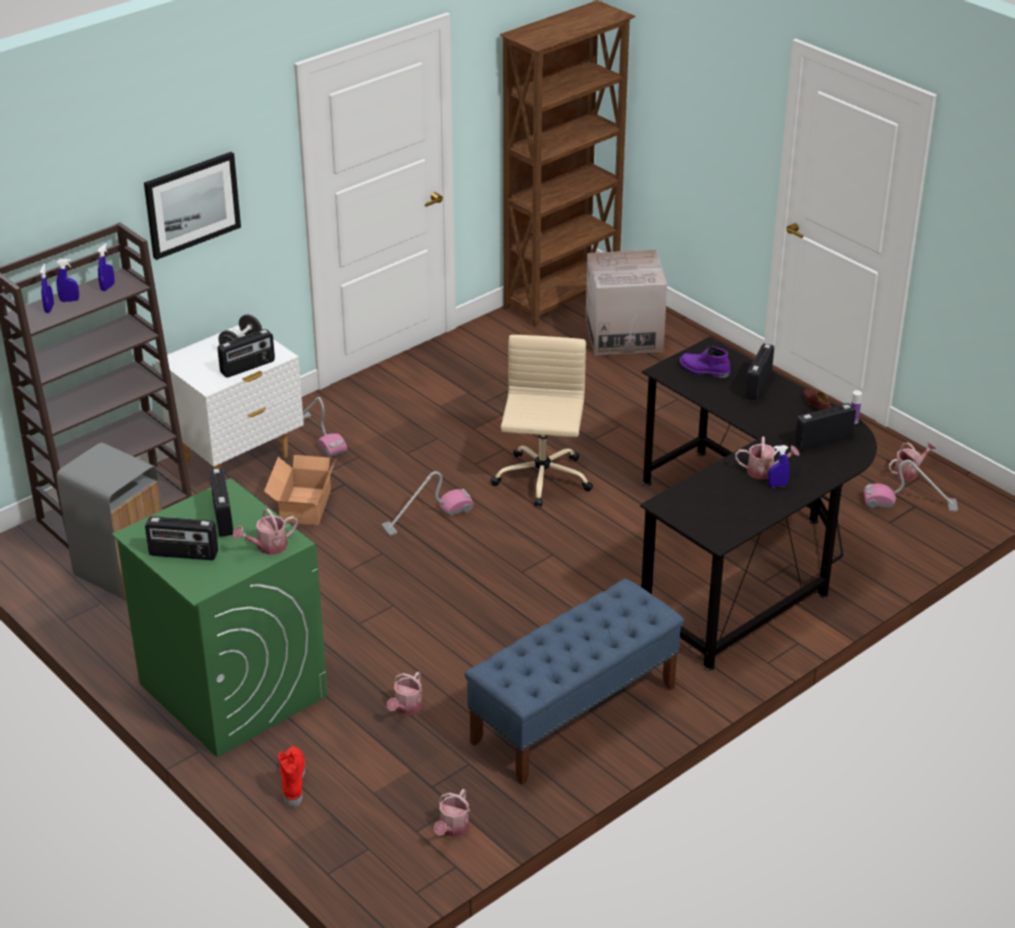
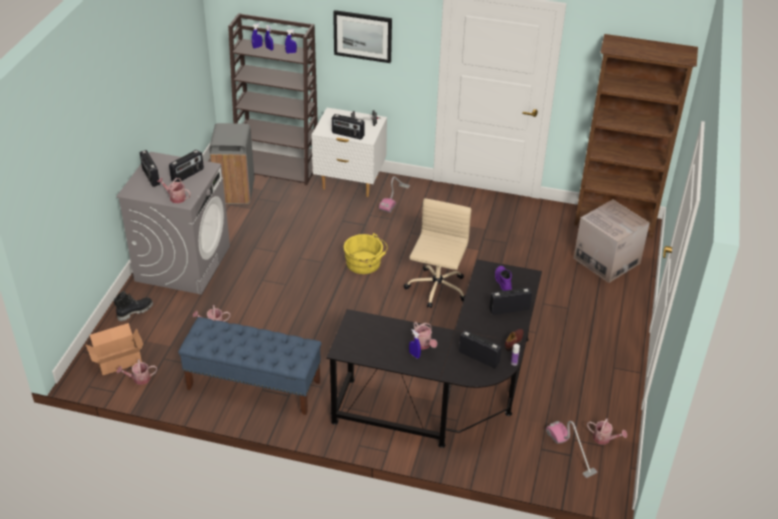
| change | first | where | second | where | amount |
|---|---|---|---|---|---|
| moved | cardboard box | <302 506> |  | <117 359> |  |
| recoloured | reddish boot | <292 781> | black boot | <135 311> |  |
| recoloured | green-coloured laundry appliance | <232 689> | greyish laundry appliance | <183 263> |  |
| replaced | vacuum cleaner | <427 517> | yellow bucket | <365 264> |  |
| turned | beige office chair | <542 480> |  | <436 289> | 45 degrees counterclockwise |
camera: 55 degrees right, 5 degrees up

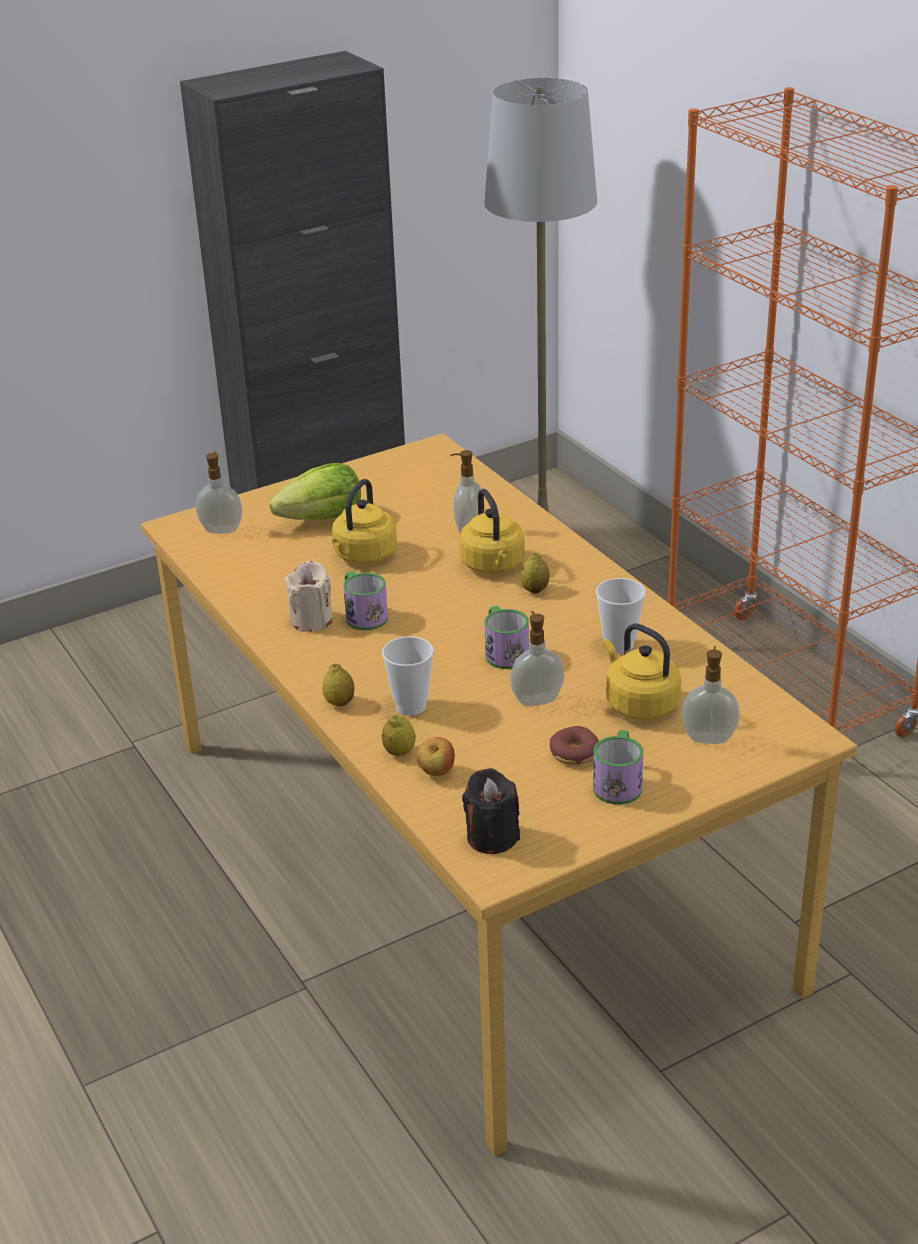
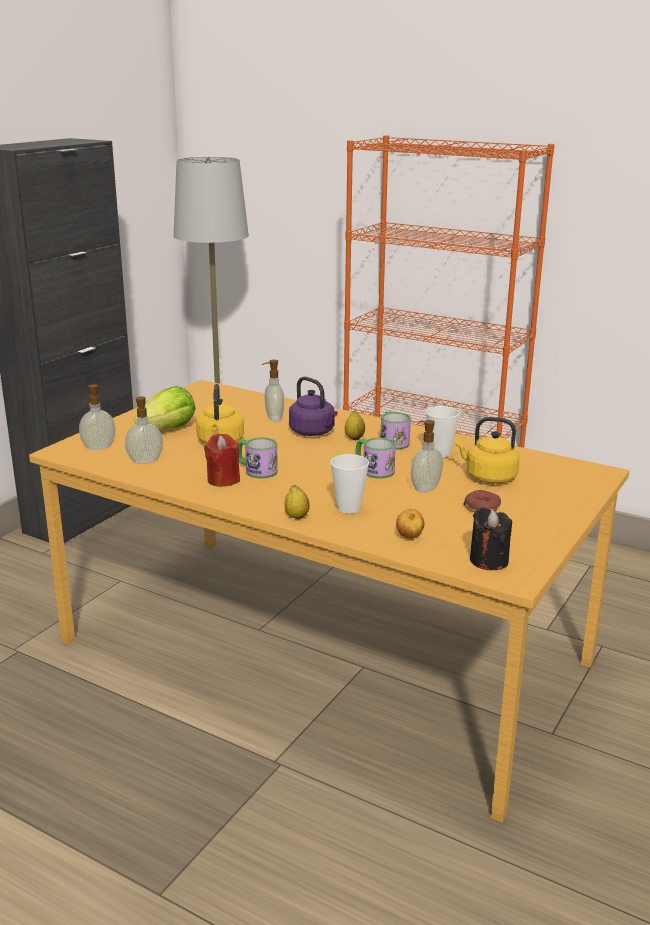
| change | first | where | second | where | amount |
|---|---|---|---|---|---|
| moved | soap bottle | <709 737> |  | <145 461> |  |
| recoloured | beige wax candle | <311 620> | reddish wax candle | <223 480> |  |
| recoloured | yellow water kettle | <493 566> | purplish water kettle | <313 432> |  |
| moved | mug | <618 782> |  | <392 442> |  |
| removed | lemon | <399 752> |  |  |  |
camera: 30 degrees left, 10 degrees down

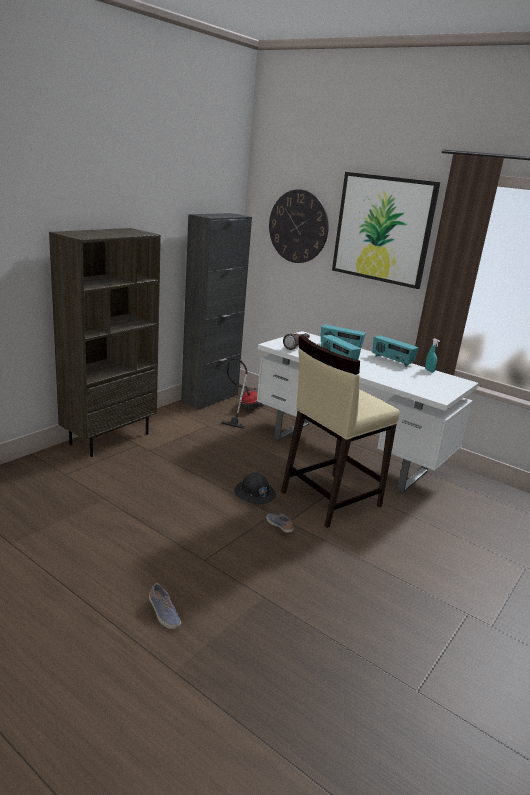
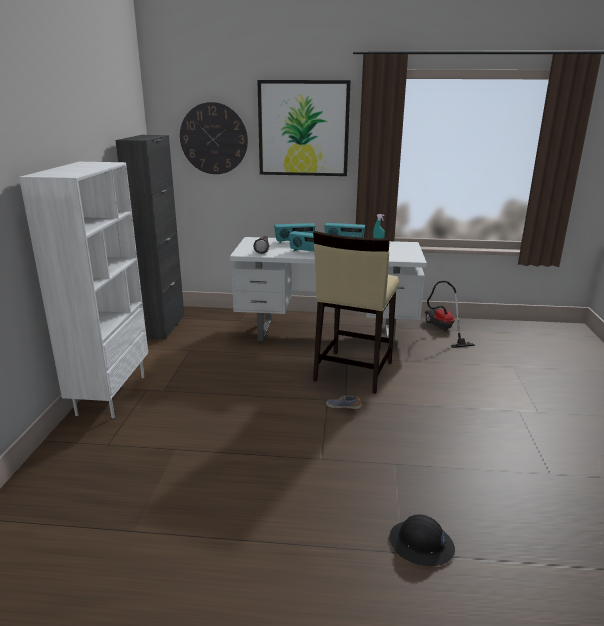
| change | first | where | second | where | amount |
|---|---|---|---|---|---|
| recoloured | brown-coloured shelving unit | <109 438> | white-coloured shelving unit | <111 394> |  |
| moved | black work helmet | <254 493> |  | <421 544> |  |
| moved | vacuum cleaner | <244 410> |  | <442 330> |  |
| removed | shoe | <163 614> |  |  |  |
camera: 30 degrees left, 0 degrees up

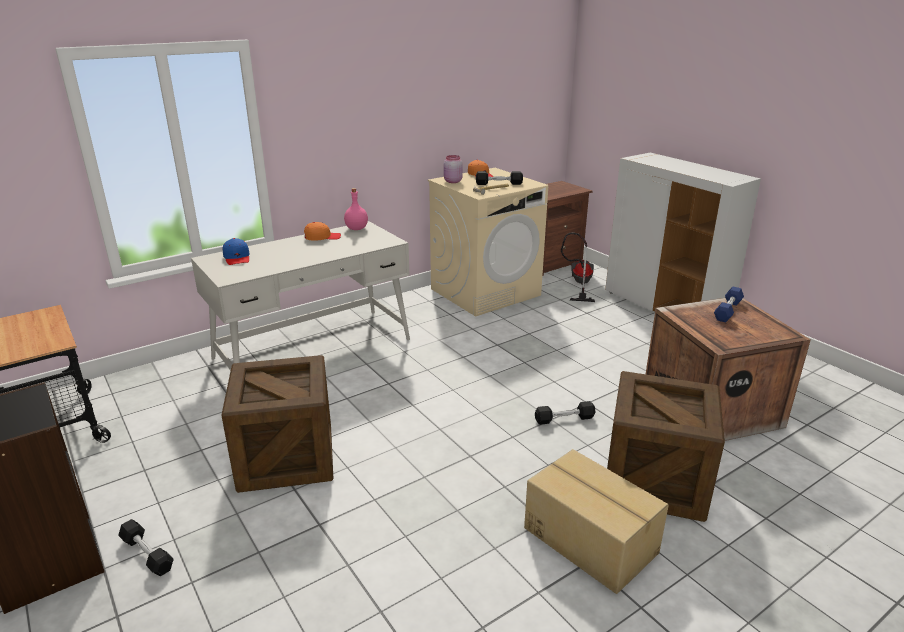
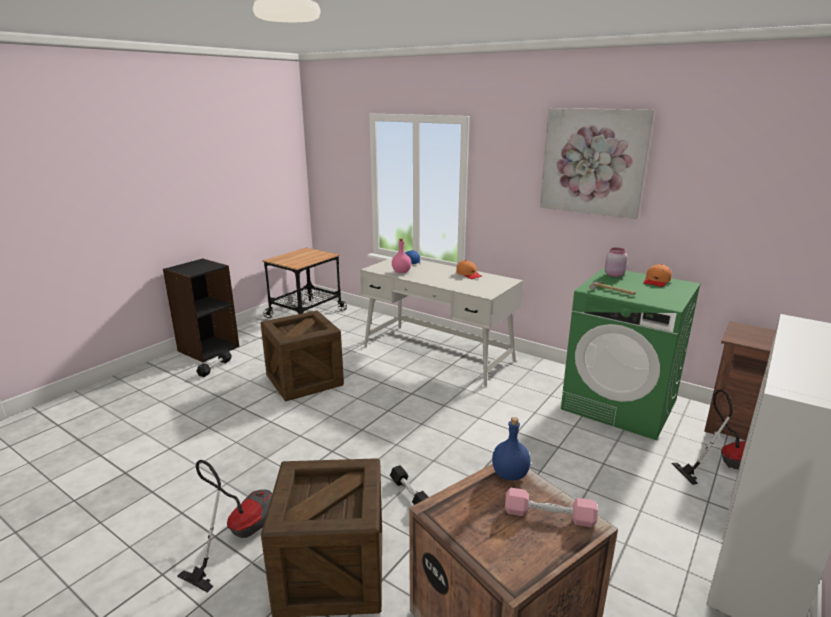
| change | first | where | second | where | amount |
|---|---|---|---|---|---|
| replaced | cardboard box | <590 539> | vacuum cleaner | <240 534> |  |
| moved | pink bottle | <356 228> |  | <401 272> |  |
| added |  |  | blue-coloured bottle | <510 475> |  |
| recoloured | blue-coloured free weight | <727 310> | pink free weight | <549 516> |  |
| added |  |  | wall picture | <593 162> |  |
| recoloured | beige laundry appliance | <485 292> | green-coloured laundry appliance | <620 405> |  |
| removed | black free weight | <499 184> |  |  |  |
camera: 70 degrees right, 5 degrees down

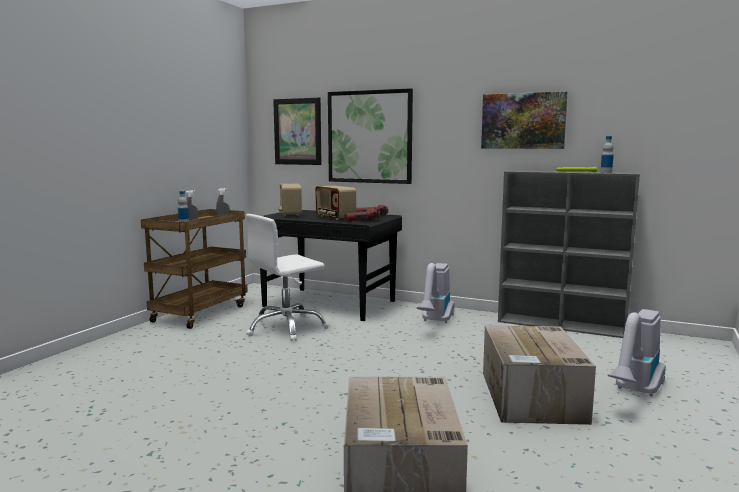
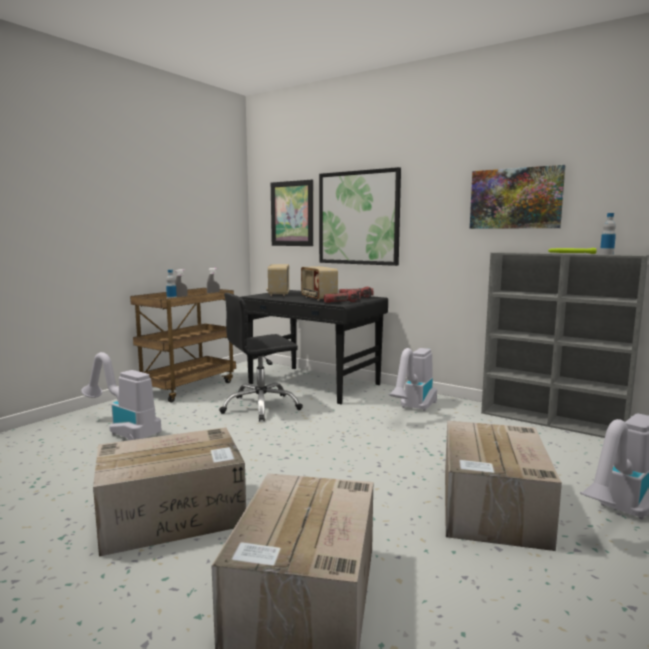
| change | first | where | second | where | amount |
|---|---|---|---|---|---|
| added |  |  | vacuum cleaner | <123 430> |  |
| added |  |  | cardboard box | <174 513> |  |
| recoloured | white-coloured office chair | <286 328> | black office chair | <261 407> |  |
camera: 10 degrees right, 0 degrees up

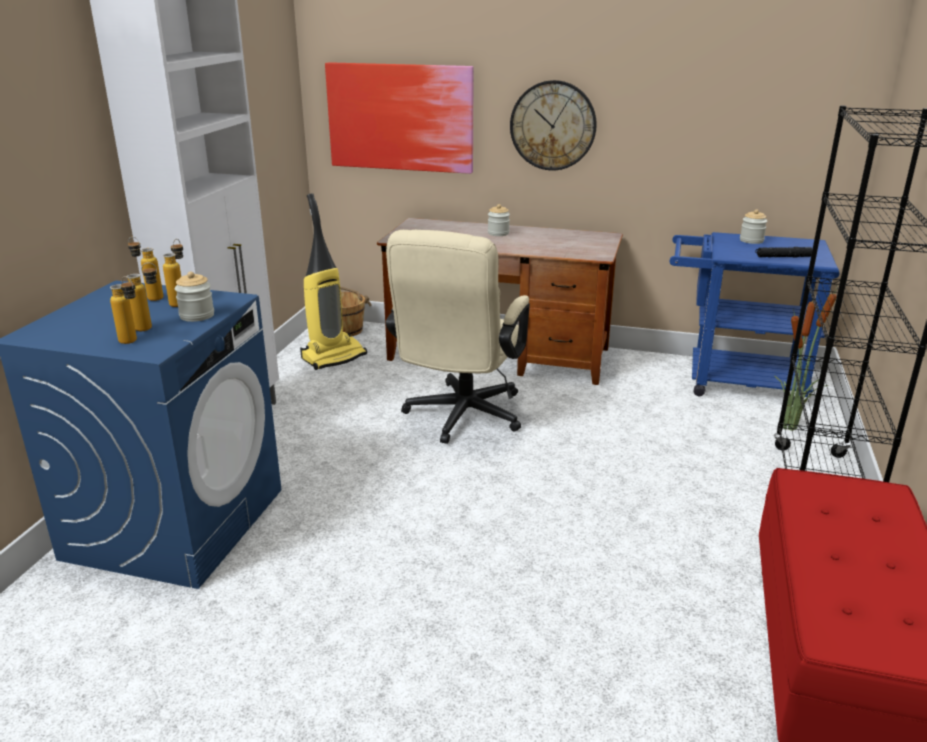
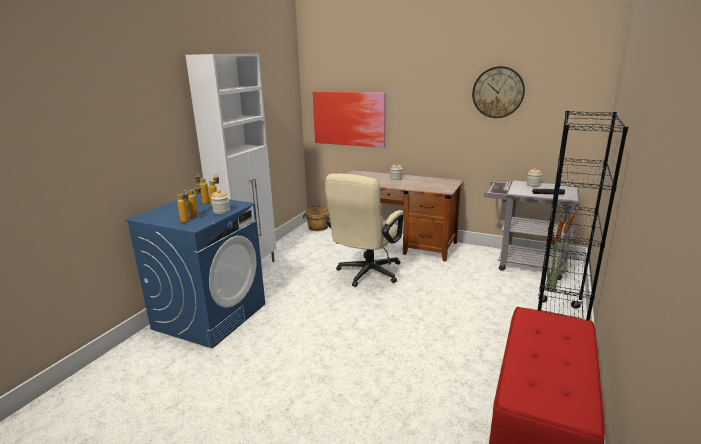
| change | first | where | second | where | amount |
|---|---|---|---|---|---|
| moved | wall clock | <553 125> |  | <498 92> |  |
| recoloured | blue-coloured wheeled cart | <733 381> | greyish wheeled cart | <524 263> |  |
| removed | vacuum cleaner | <334 357> |  |  |  |
camera: 10 degrees right, 5 degrees down

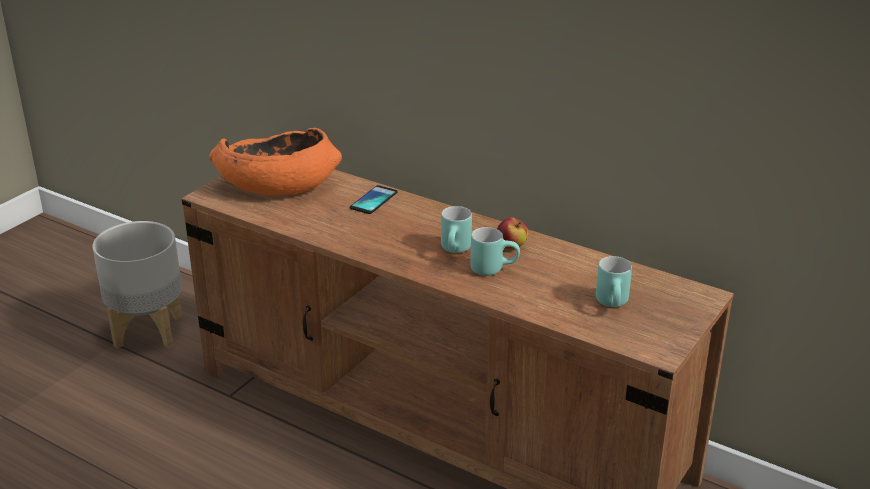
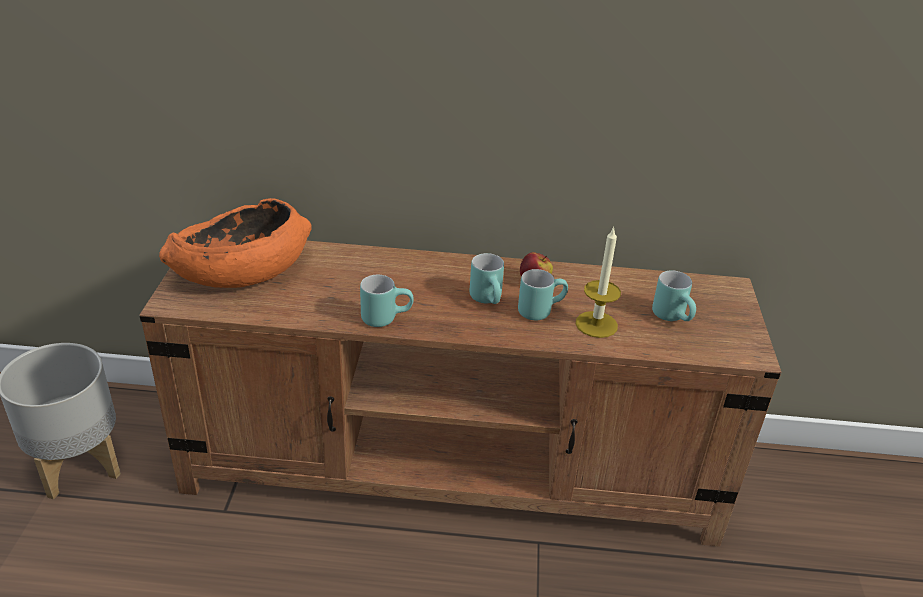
| change | first | where | second | where | amount |
|---|---|---|---|---|---|
| added |  |  | blue-green mug | <386 317> |  |
| added |  |  | wax candle | <596 324> |  |
| removed | telephone | <373 200> |  |  |  |
camera: 30 degrees left, 5 degrees up

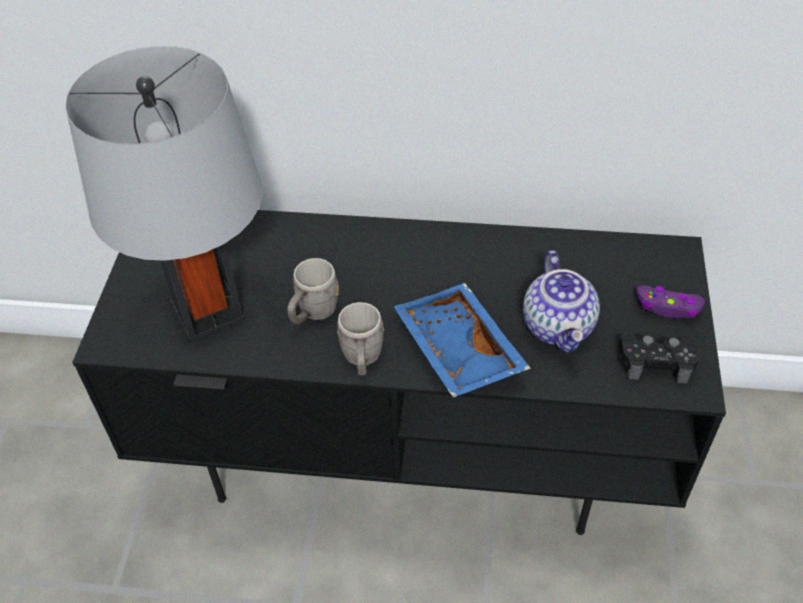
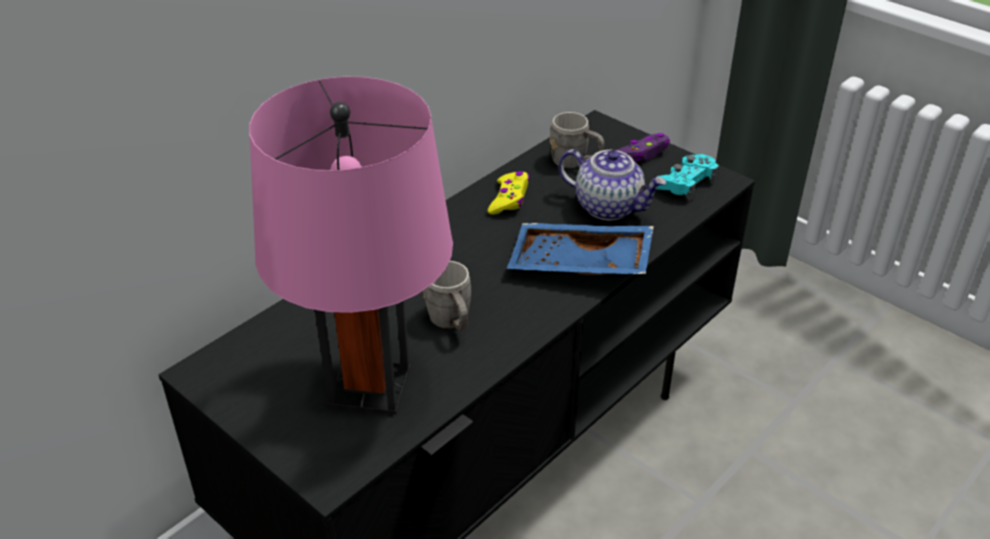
| change | first | where | second | where | amount |
|---|---|---|---|---|---|
| recoloured | greyish lamp for a table | <207 309> | pink lamp for a table | <369 387> |  |
| added |  |  | yellow game controller | <509 199> |  |
| moved | greyish mug | <362 360> |  | <575 162> |  |
| recoloured | black game controller | <656 361> | blue-green game controller | <685 183> |  |
camera: 55 degrees left, 10 degrees down

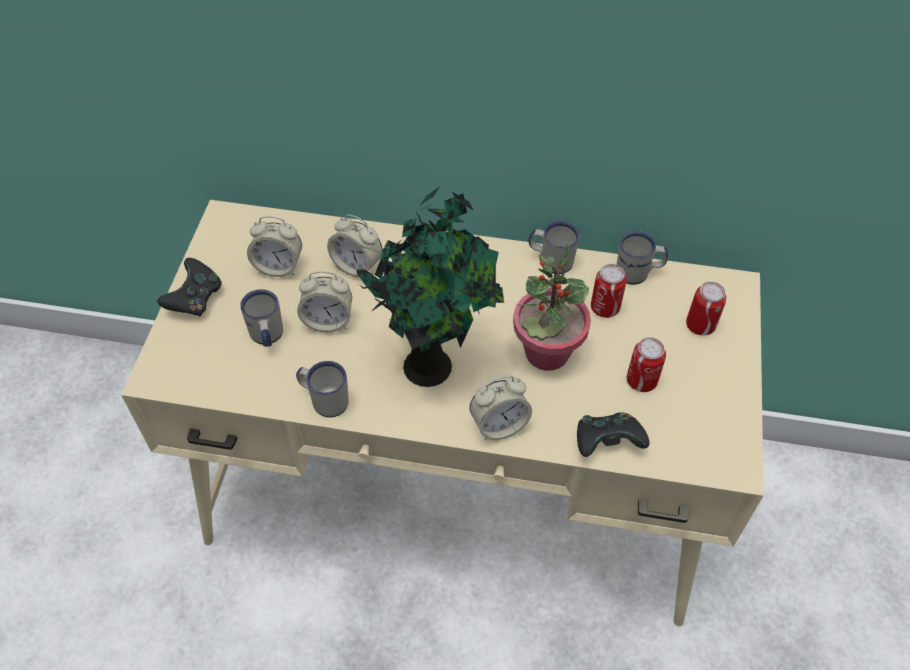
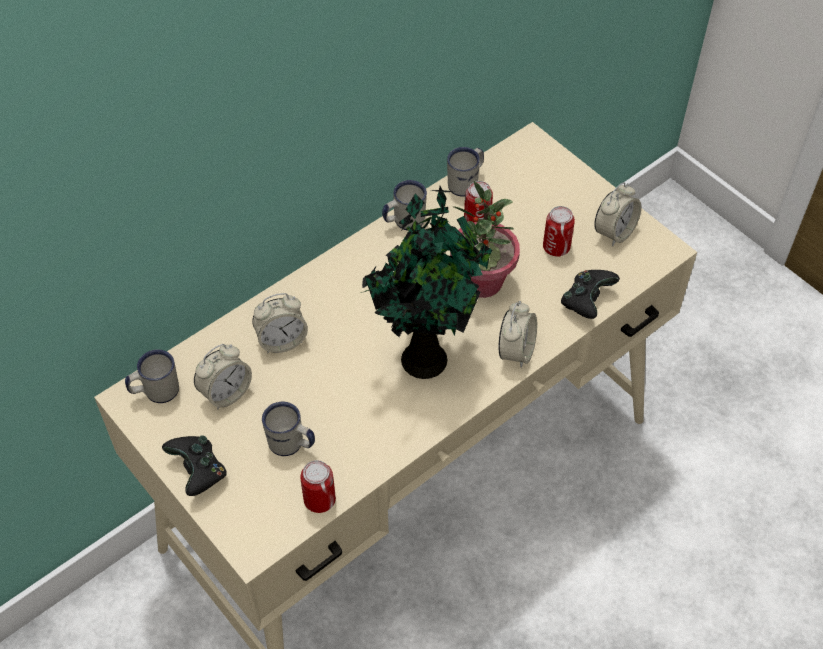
| change | first | where | second | where | amount |
|---|---|---|---|---|---|
| moved | white-coloured mug | <325 399> |  | <155 391> |  |
| moved | sealed can | <700 325> |  | <319 500> |  |
| moved | bedside clock | <328 321> |  | <614 232> |  |
camera: 50 degrees left, 0 degrees up

